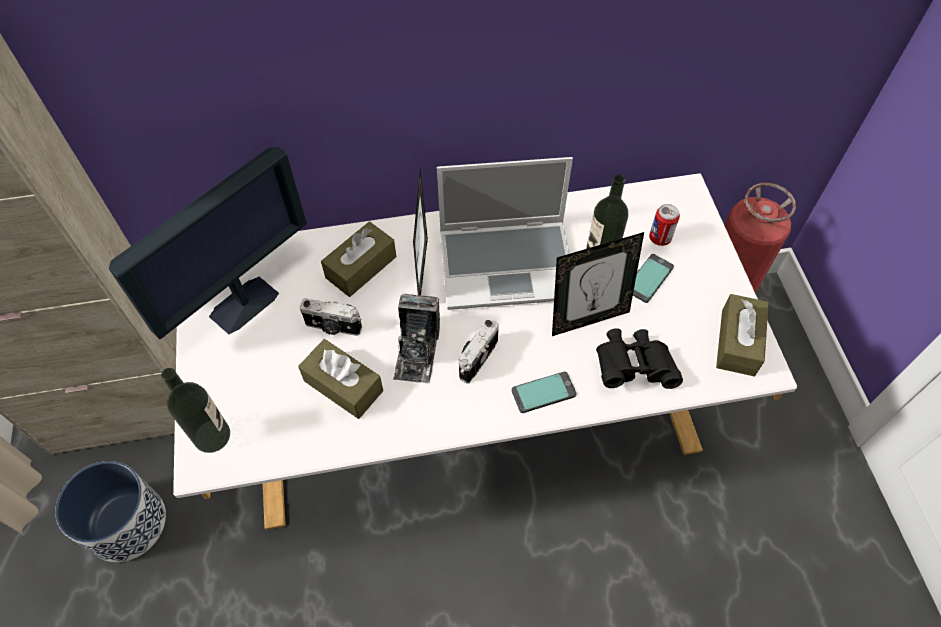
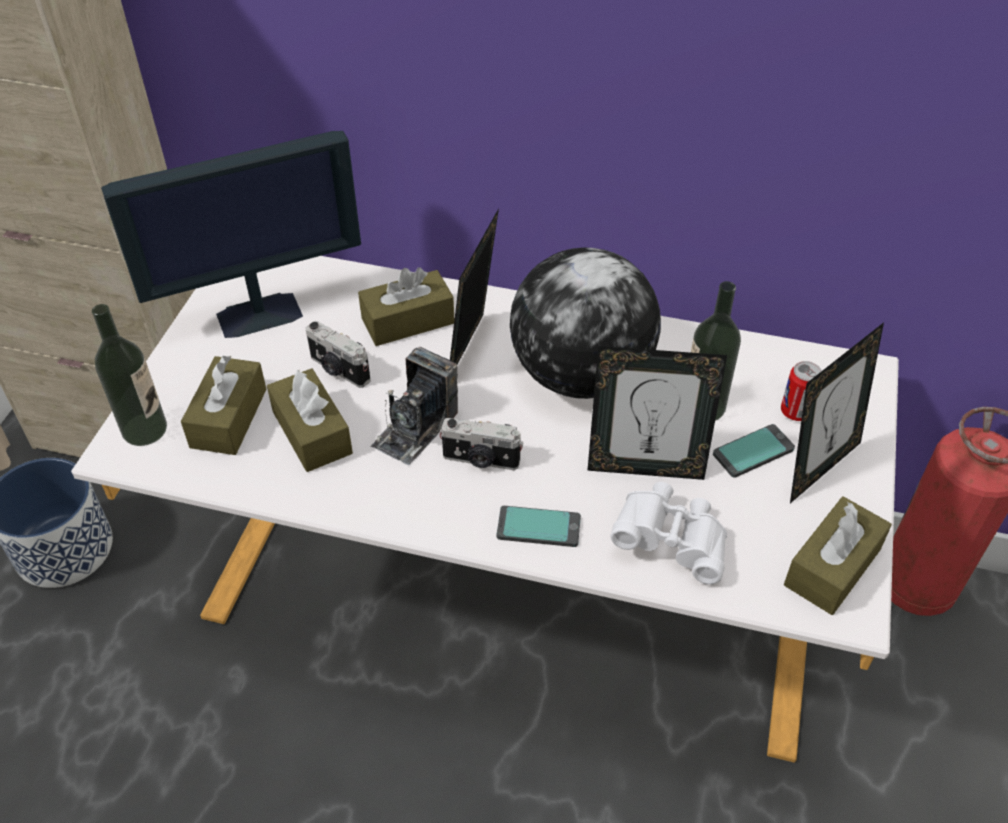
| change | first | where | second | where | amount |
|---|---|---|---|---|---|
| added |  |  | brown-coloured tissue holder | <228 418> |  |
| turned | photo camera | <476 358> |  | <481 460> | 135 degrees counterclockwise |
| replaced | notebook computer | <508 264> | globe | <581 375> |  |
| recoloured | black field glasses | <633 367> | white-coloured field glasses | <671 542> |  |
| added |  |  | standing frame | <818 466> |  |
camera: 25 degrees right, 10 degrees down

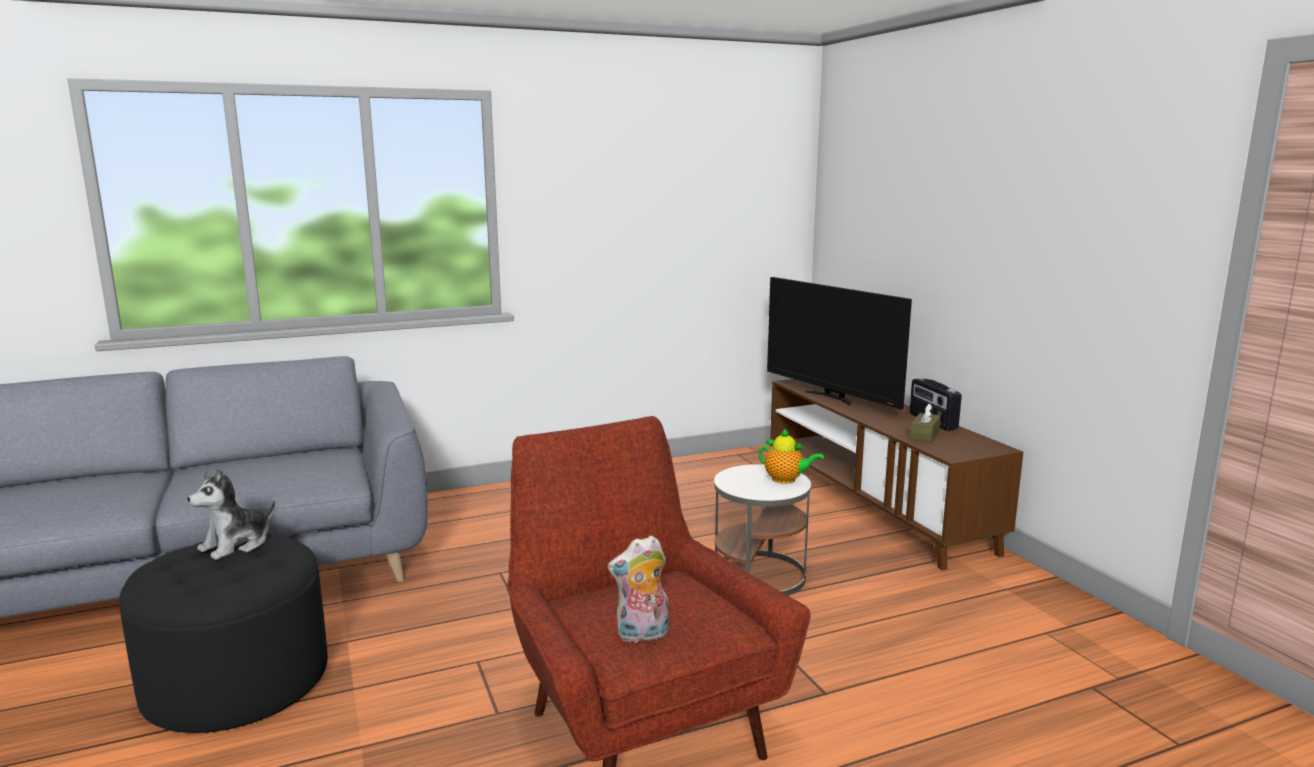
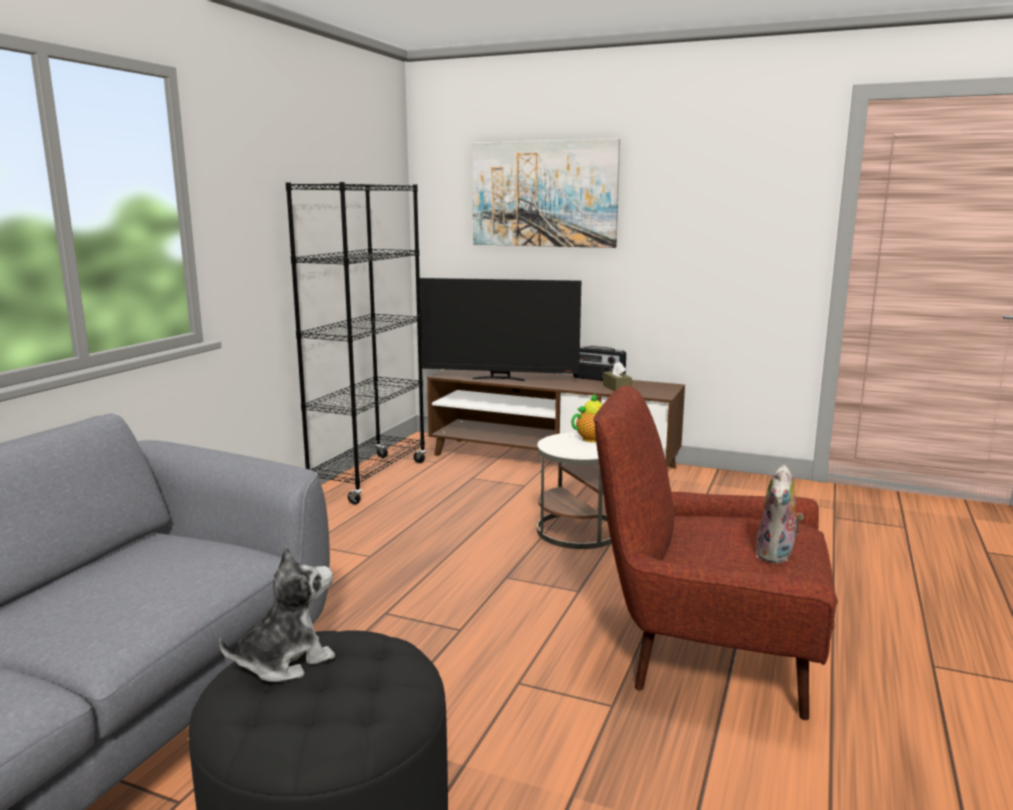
| change | first | where | second | where | amount |
|---|---|---|---|---|---|
| turned | cuddly toy | <236 545> |  | <285 661> | 120 degrees counterclockwise |
| added |  |  | black shelving unit | <369 479> |  |
| added |  |  | wall picture | <544 194> |  |
camera: 45 degrees left, 0 degrees up

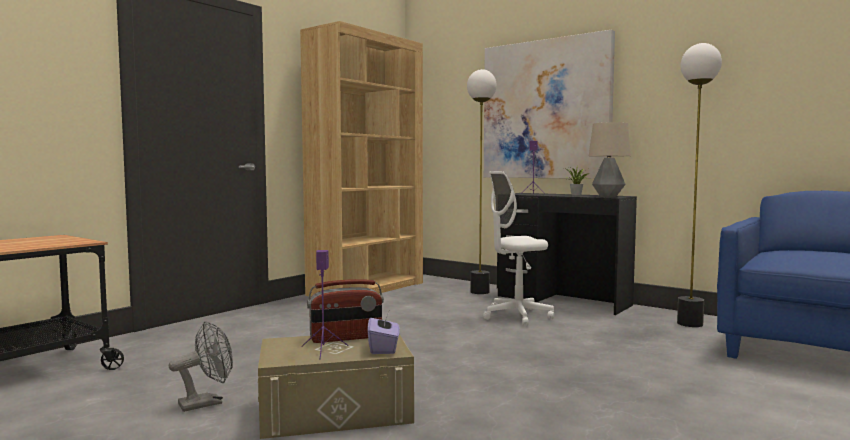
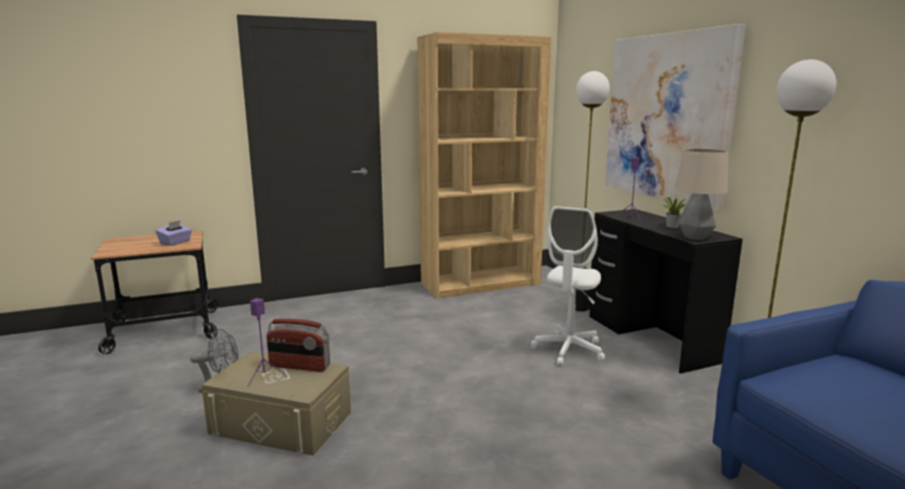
| change | first | where | second | where | amount |
|---|---|---|---|---|---|
| moved | purplish tissue holder | <383 348> |  | <175 242> |  |
| turned | white-coloured office chair | <517 316> |  | <569 350> | 75 degrees counterclockwise |
camera: 30 degrees right, 10 degrees up

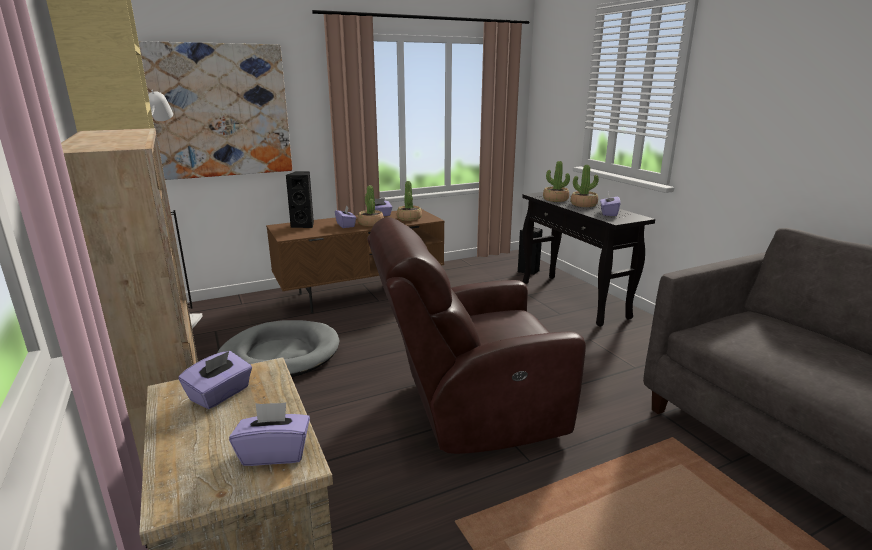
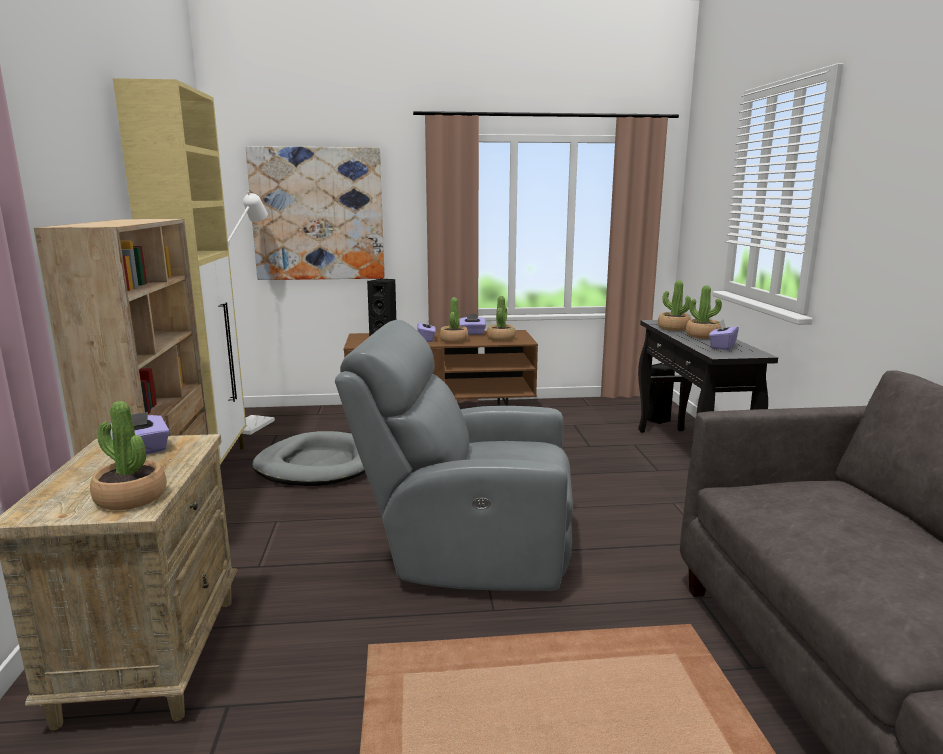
| change | first | where | second | where | amount |
|---|---|---|---|---|---|
| replaced | purplish tissue holder | <275 453> | potted plant | <130 498> |  |
| recoloured | brown-coloured easy chair | <469 410> | greyish easy chair | <467 549> |  |
camera: 20 degrees right, 5 degrees down

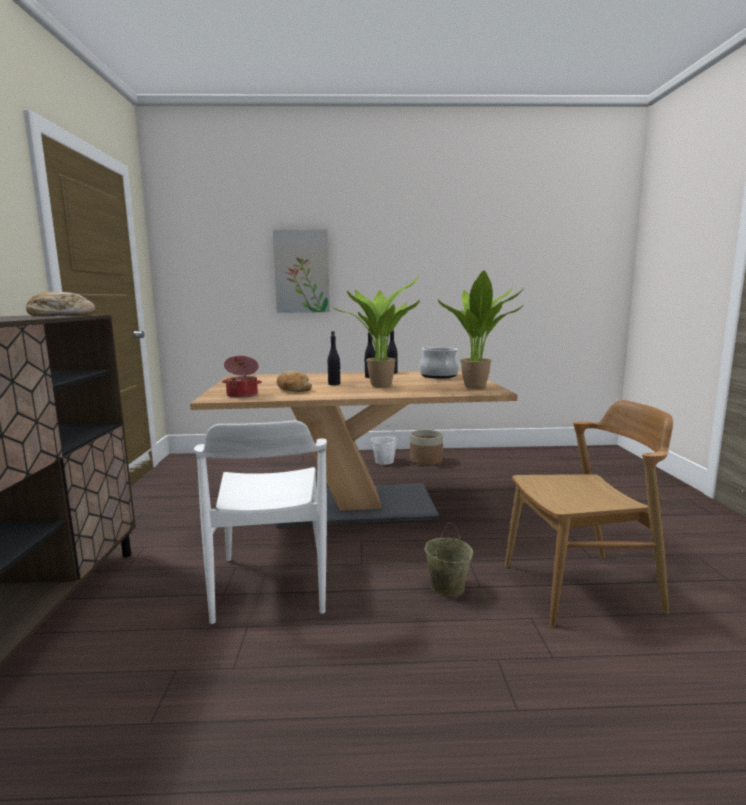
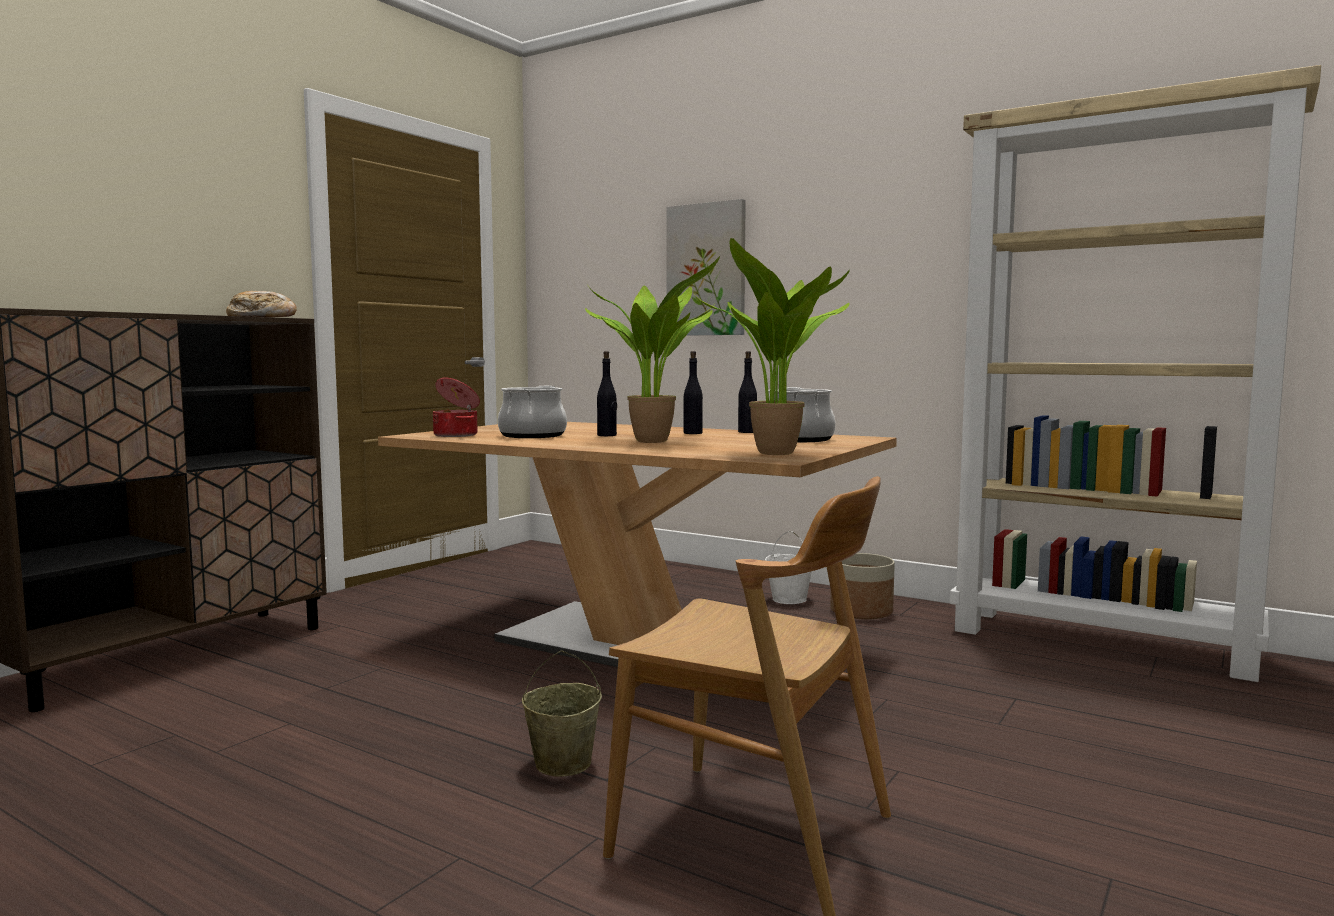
| change | first | where | second | where | amount |
|---|---|---|---|---|---|
| replaced | bread | <292 389> | stockpot | <532 435> |  |
| added |  |  | beige shelving unit | <1103 642> |  |
| removed | white-coloured plain chair | <271 584> |  |  |  |
camera: 35 degrees right, 5 degrees down

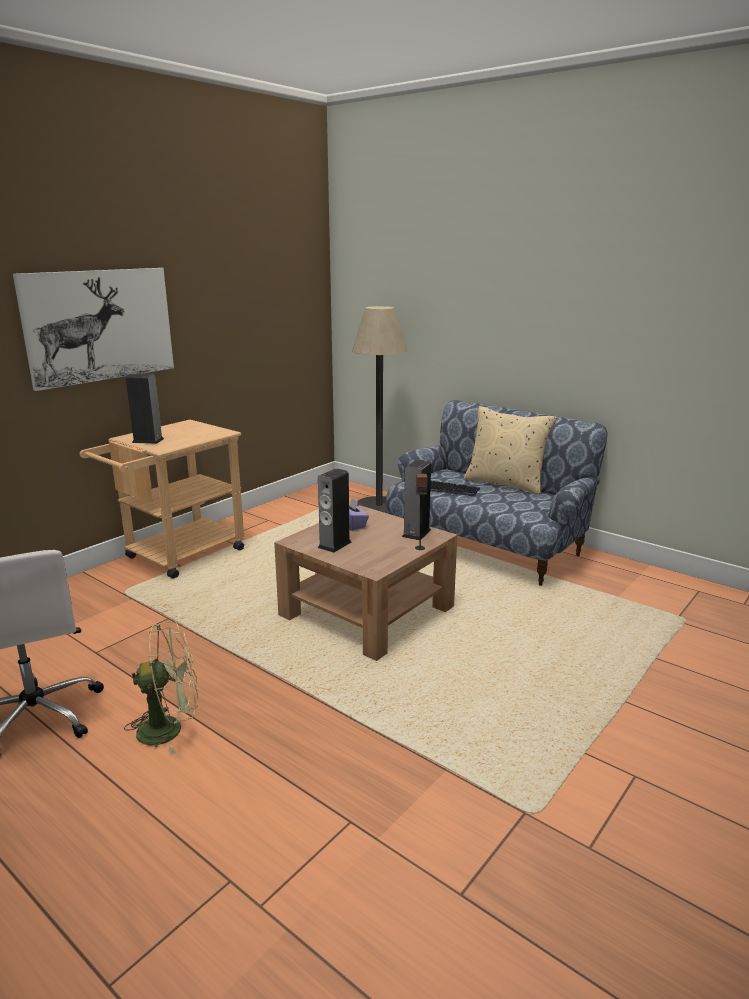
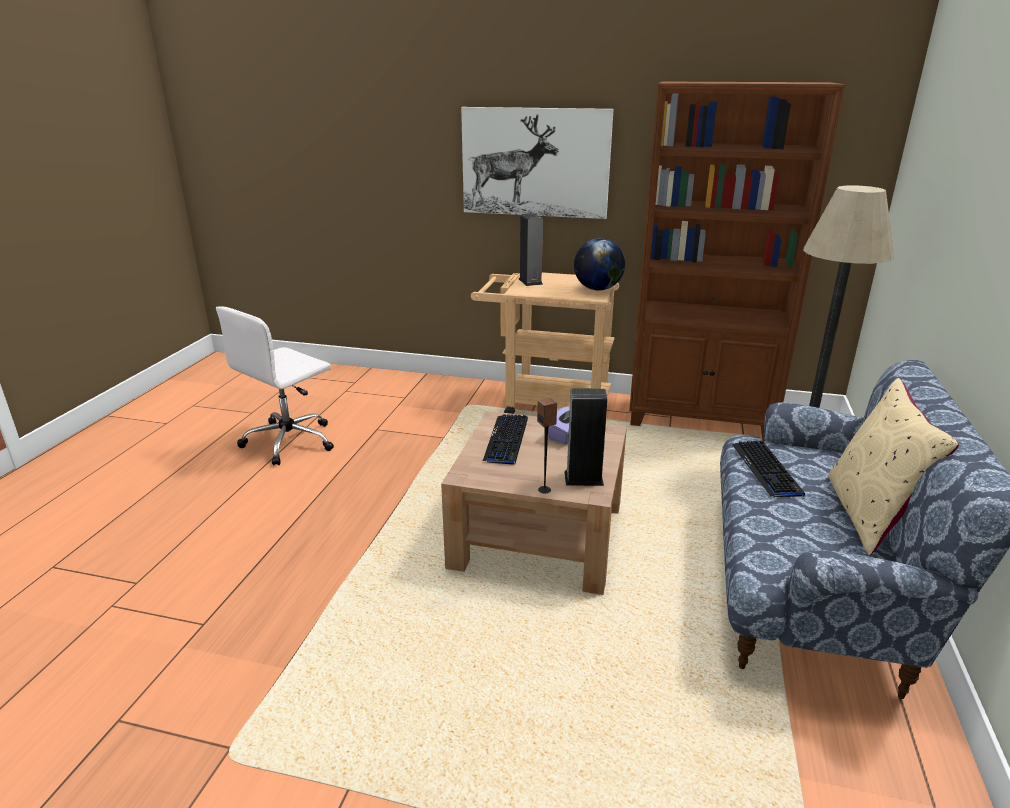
| change | first | where | second | where | amount |
|---|---|---|---|---|---|
| replaced | loudspeaker | <334 545> | computer keyboard | <506 440> |  |
| added |  |  | globe | <597 289> |  |
| added |  |  | brown-coloured shelving unit | <701 419> |  |
| removed | green-coloured cooling fan | <170 728> |  |  |  |
camera: 65 degrees right, 5 degrees up

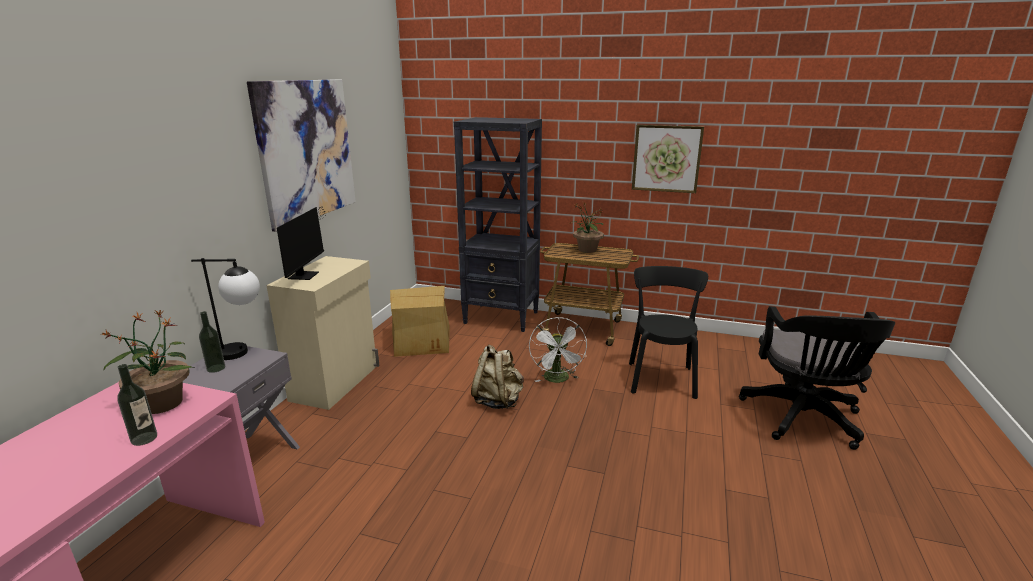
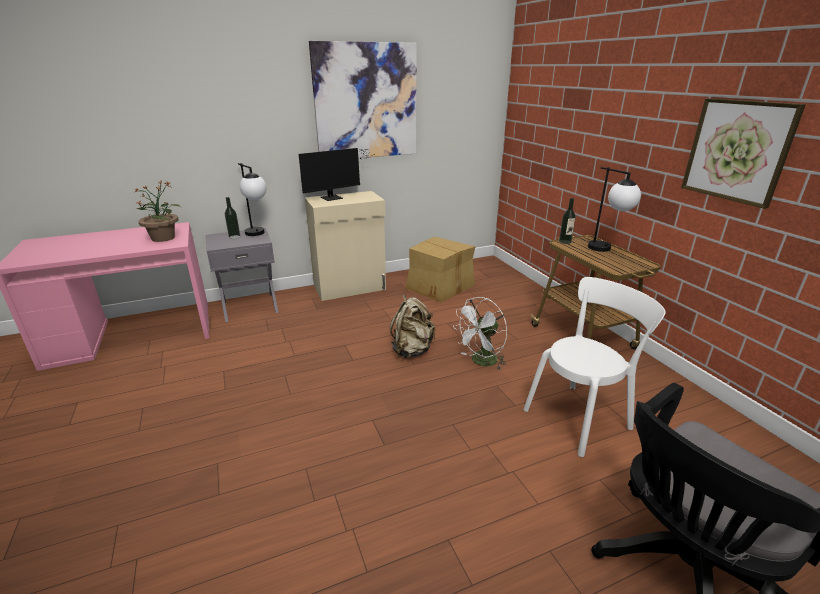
| change | first | where | second | where | amount |
|---|---|---|---|---|---|
| recoloured | black plain chair | <661 378> | white-coloured plain chair | <580 417> |  |
| moved | bottle | <144 438> |  | <565 241> |  |
| replaced | potted plant | <587 250> | lamp for a table | <606 250> |  |
| removed | black shelving unit | <502 318> |  |  |  |
camera: 50 degrees right, 5 degrees up

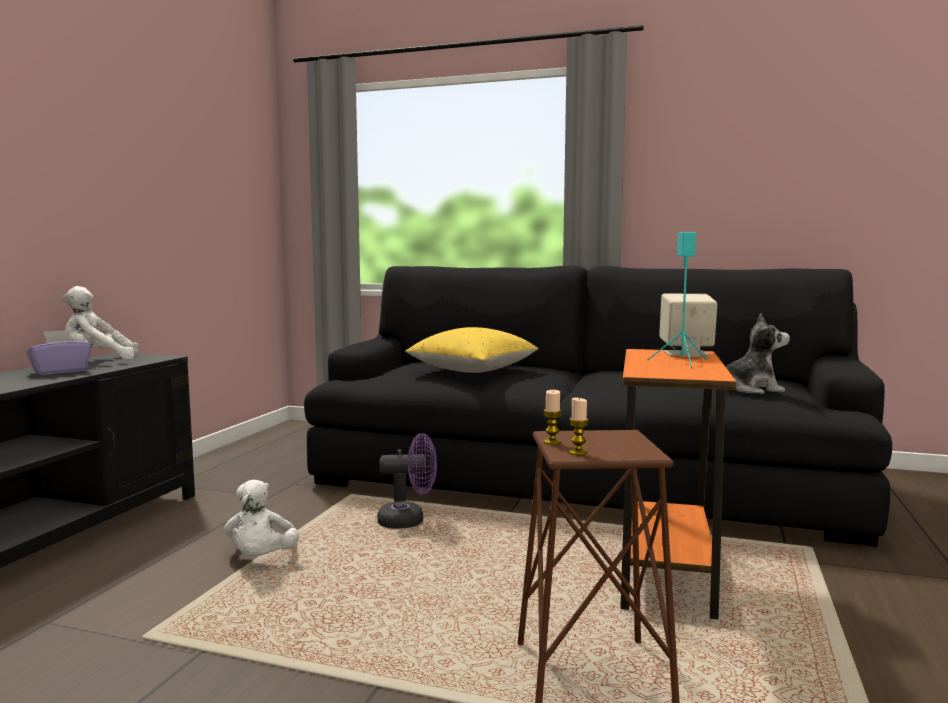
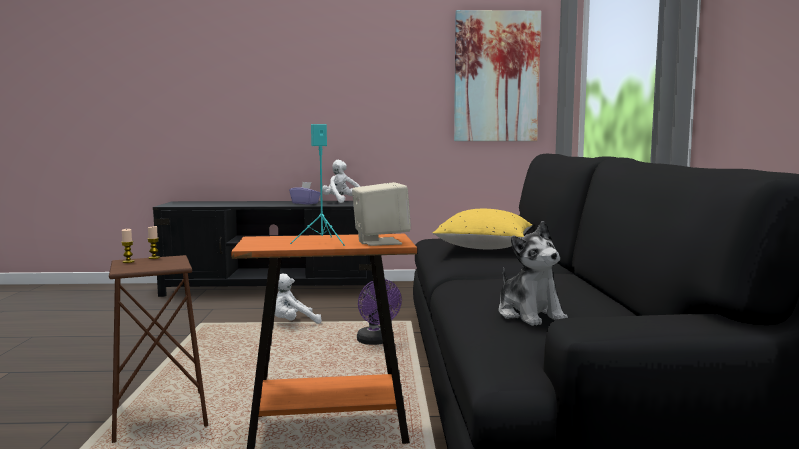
| change | first | where | second | where | amount |
|---|---|---|---|---|---|
| added |  |  | wall picture | <496 77> |  |
camera: 70 degrees right, 0 degrees up

